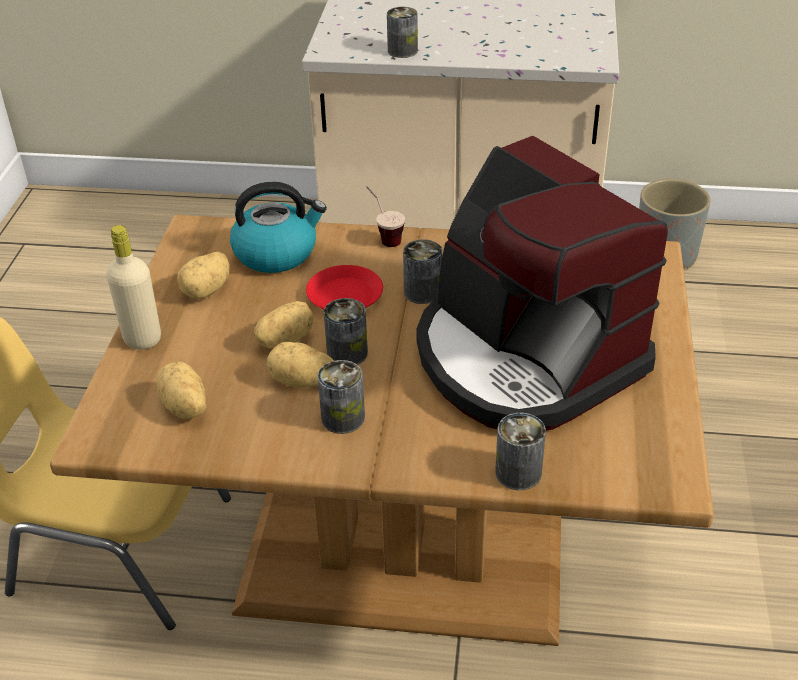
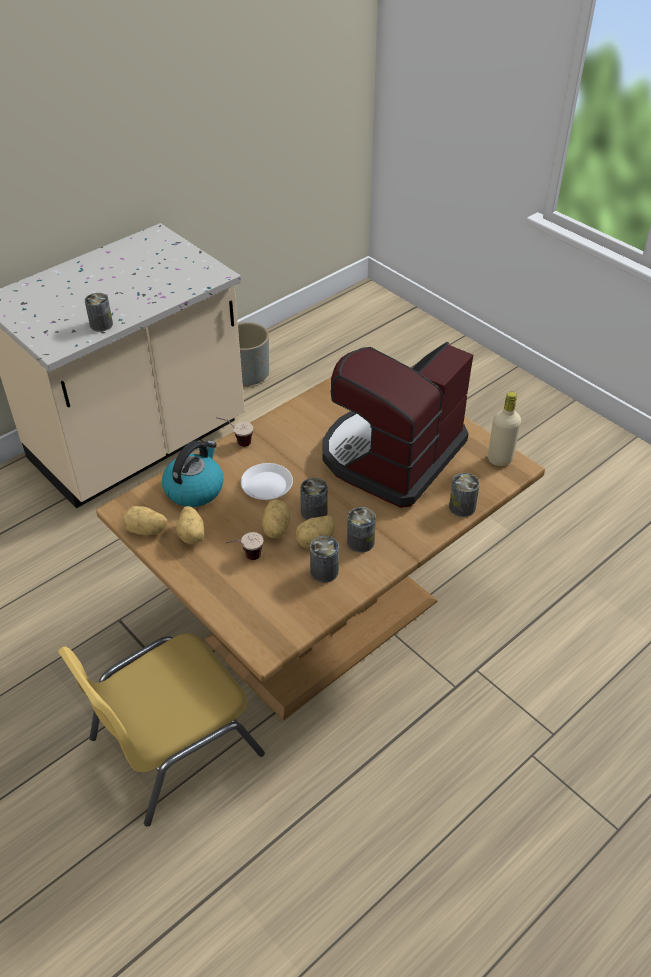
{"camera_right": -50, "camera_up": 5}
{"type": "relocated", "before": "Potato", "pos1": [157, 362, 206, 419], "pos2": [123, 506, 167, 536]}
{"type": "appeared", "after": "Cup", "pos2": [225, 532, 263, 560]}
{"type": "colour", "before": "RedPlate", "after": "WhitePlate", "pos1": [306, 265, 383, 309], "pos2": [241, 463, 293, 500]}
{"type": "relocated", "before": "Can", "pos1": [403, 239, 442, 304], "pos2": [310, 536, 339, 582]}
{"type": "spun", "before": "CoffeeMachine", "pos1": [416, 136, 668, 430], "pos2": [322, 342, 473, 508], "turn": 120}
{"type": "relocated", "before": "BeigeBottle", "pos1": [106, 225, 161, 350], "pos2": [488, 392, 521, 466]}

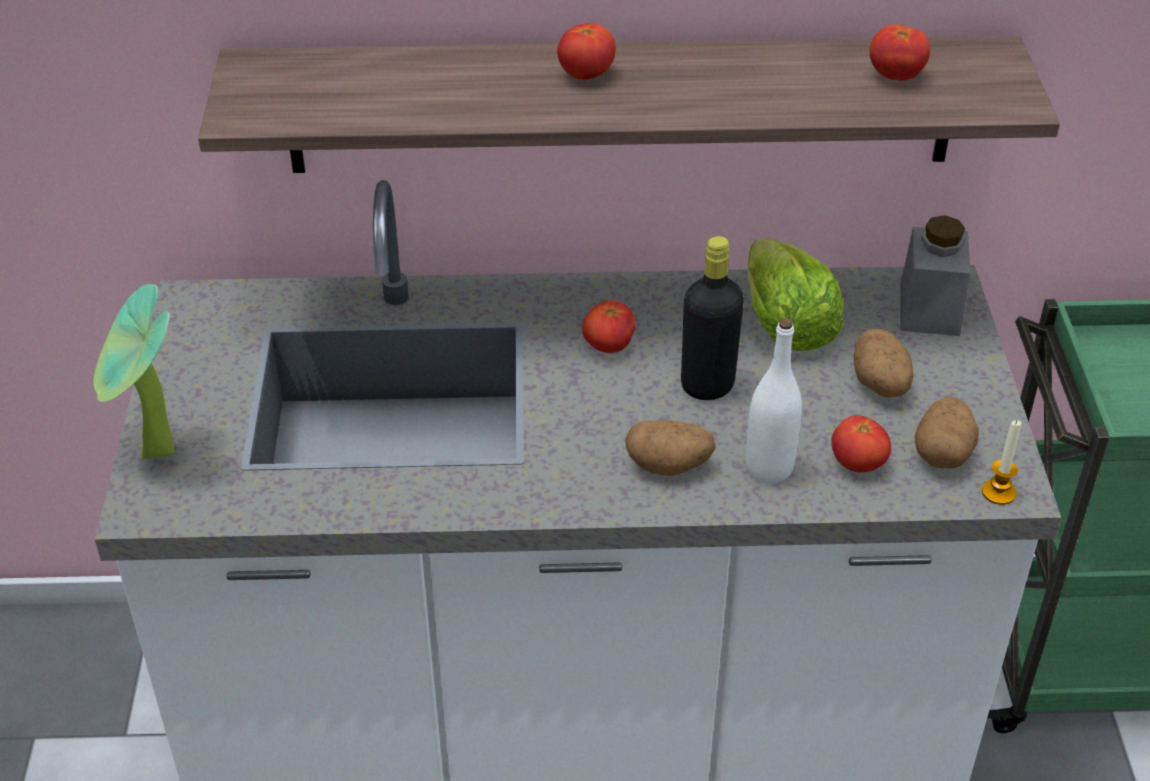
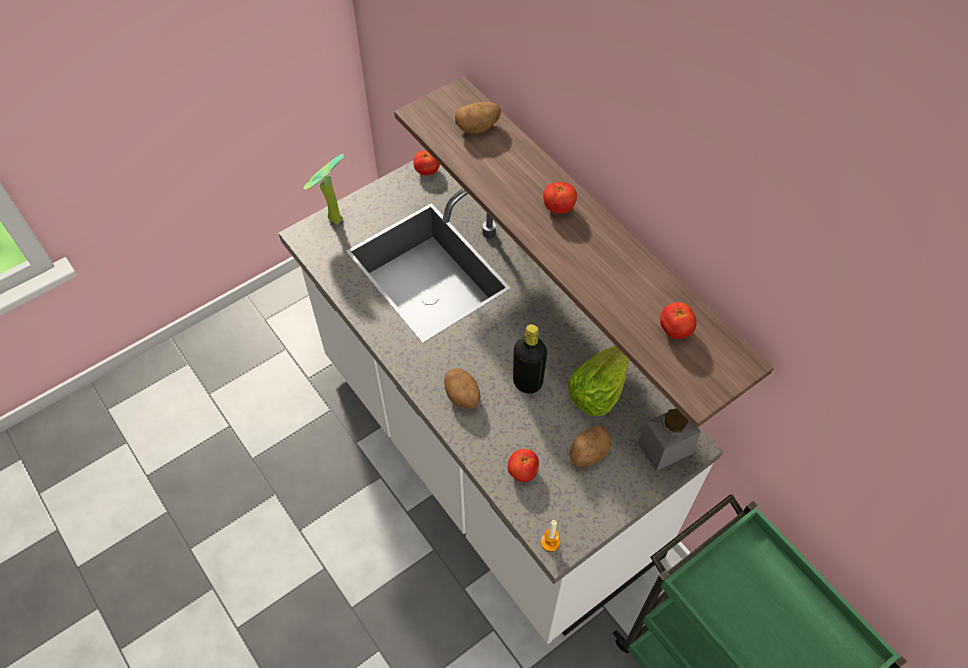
{"camera_right": 55, "camera_up": 15}
{"type": "relocated", "before": "Tomato", "pos1": [582, 300, 635, 353], "pos2": [413, 151, 440, 176]}
{"type": "relocated", "before": "Potato", "pos1": [915, 397, 979, 468], "pos2": [455, 102, 501, 133]}
{"type": "missing", "before": "WhiteBottle", "pos1": [746, 318, 802, 484]}

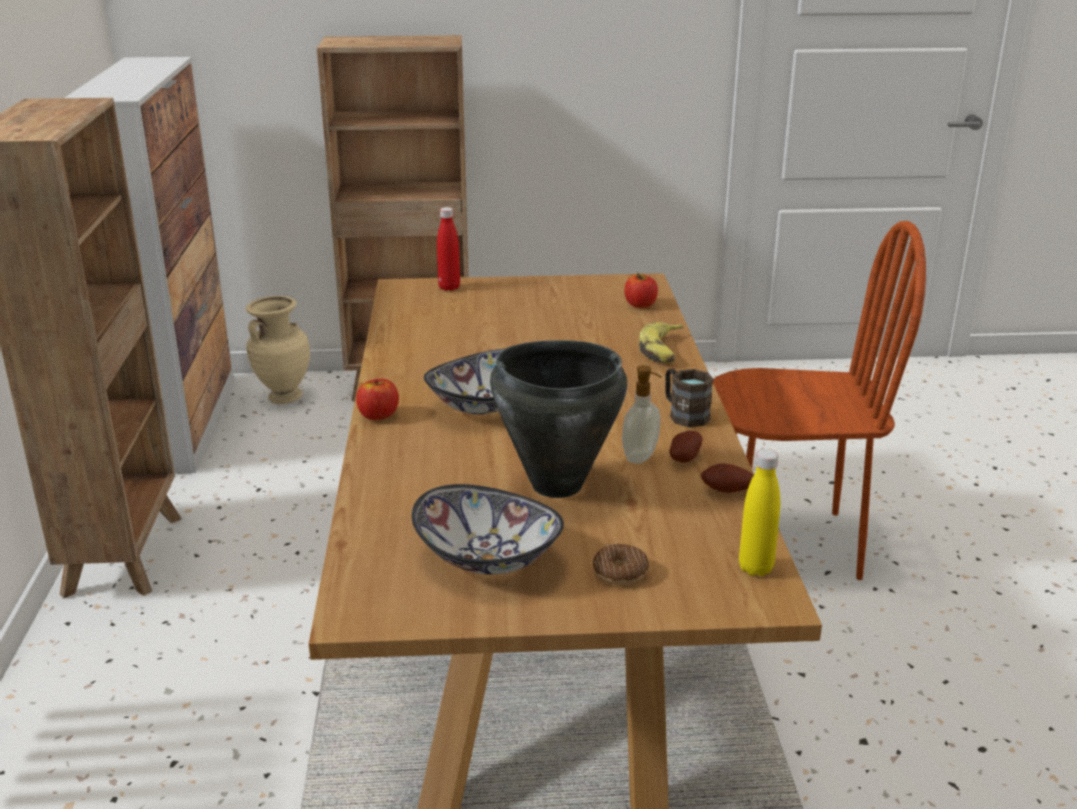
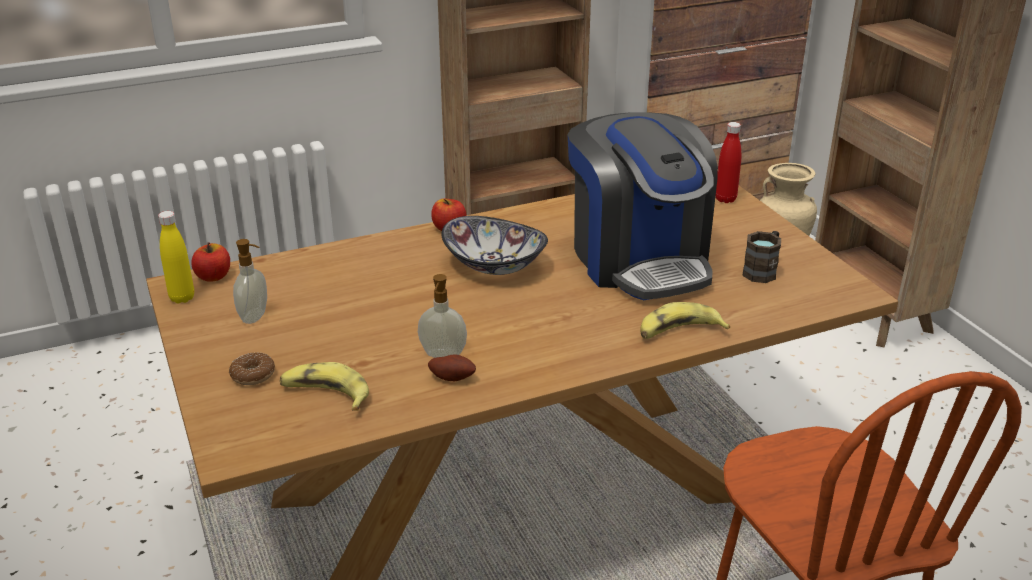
{"camera_right": 70, "camera_up": 5}
{"type": "relocated", "before": "YellowBottle", "pos1": [739, 449, 780, 576], "pos2": [158, 211, 194, 303]}
{"type": "relocated", "before": "Apple", "pos1": [624, 273, 658, 308], "pos2": [191, 243, 230, 282]}
{"type": "exchanged", "before": "Bowl", "after": "SoapDispenser", "pos1": [412, 484, 564, 575], "pos2": [233, 239, 267, 324]}
{"type": "appeared", "after": "Banana", "pos2": [280, 362, 369, 411]}
{"type": "appeared", "after": "CoffeeMachine", "pos2": [567, 112, 718, 300]}
{"type": "relocated", "before": "BrownMug", "pos1": [665, 369, 713, 427], "pos2": [743, 231, 781, 283]}
{"type": "missing", "before": "BlackCookingPot", "pos1": [490, 340, 628, 498]}
{"type": "missing", "before": "Potato", "pos1": [701, 463, 754, 493]}

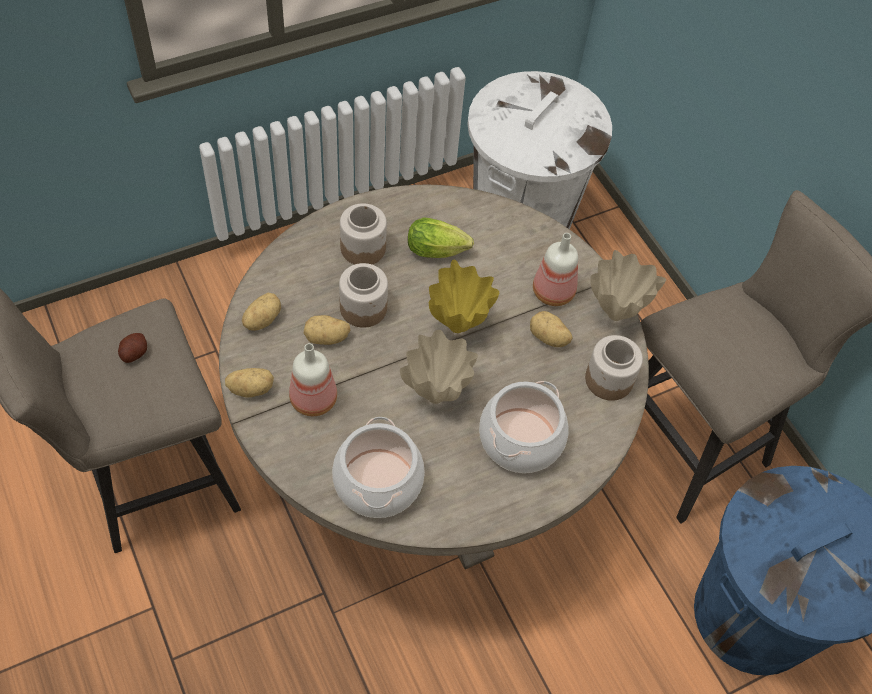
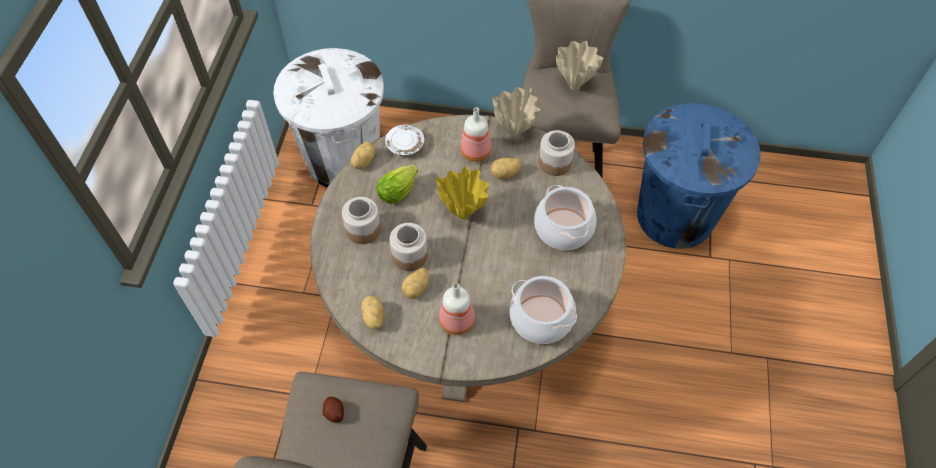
{"camera_right": -50, "camera_up": 0}
{"type": "relocated", "before": "Potato", "pos1": [225, 368, 274, 398], "pos2": [351, 142, 376, 169]}
{"type": "appeared", "after": "WhitePlate", "pos2": [385, 124, 424, 156]}
{"type": "relocated", "before": "BeigeVase", "pos1": [400, 330, 478, 404], "pos2": [556, 41, 603, 90]}

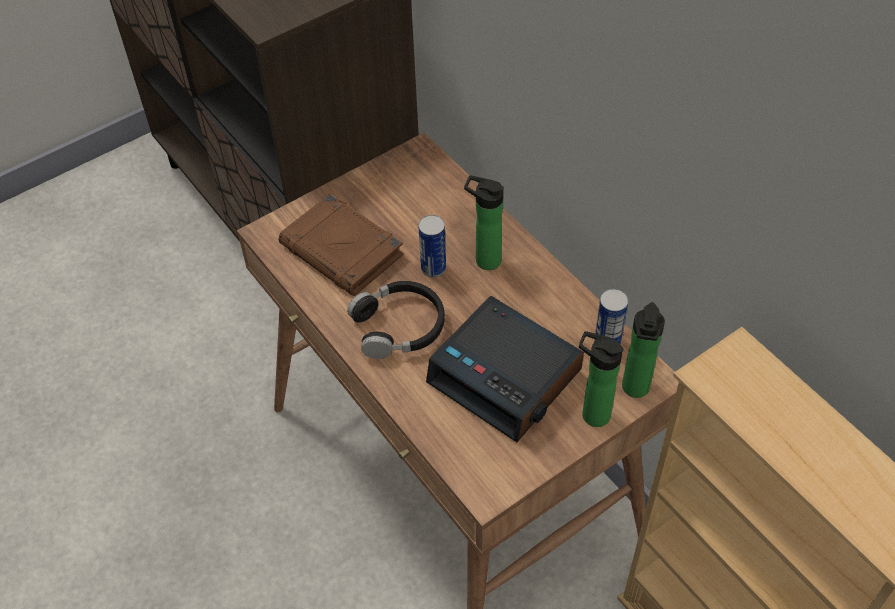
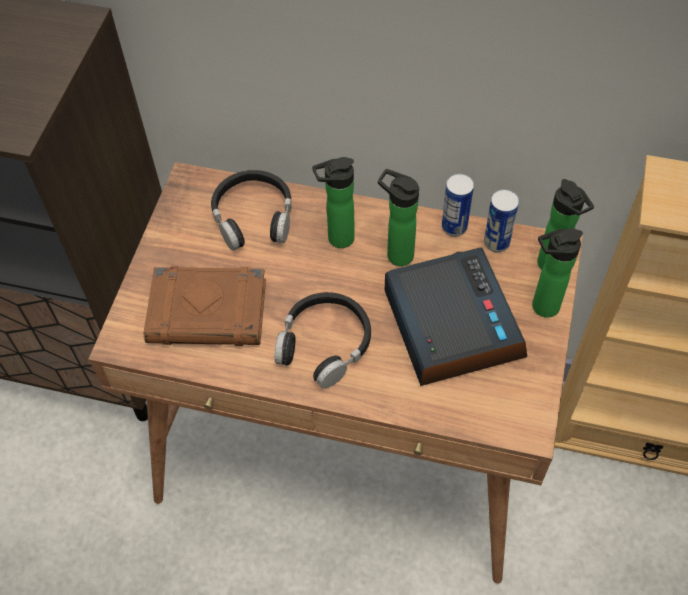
{"camera_right": -40, "camera_up": 5}
{"type": "appeared", "after": "BlackHeadphones", "pos2": [211, 170, 292, 251]}
{"type": "appeared", "after": "Bottle", "pos2": [378, 169, 419, 266]}
{"type": "spun", "before": "AlarmClock", "pos1": [426, 296, 584, 442], "pos2": [385, 247, 527, 386], "turn": -105}
{"type": "relocated", "before": "Can", "pos1": [418, 215, 446, 277], "pos2": [442, 174, 474, 236]}

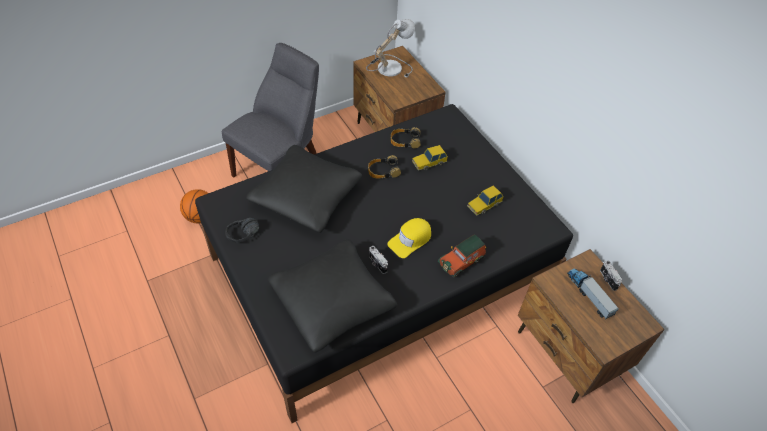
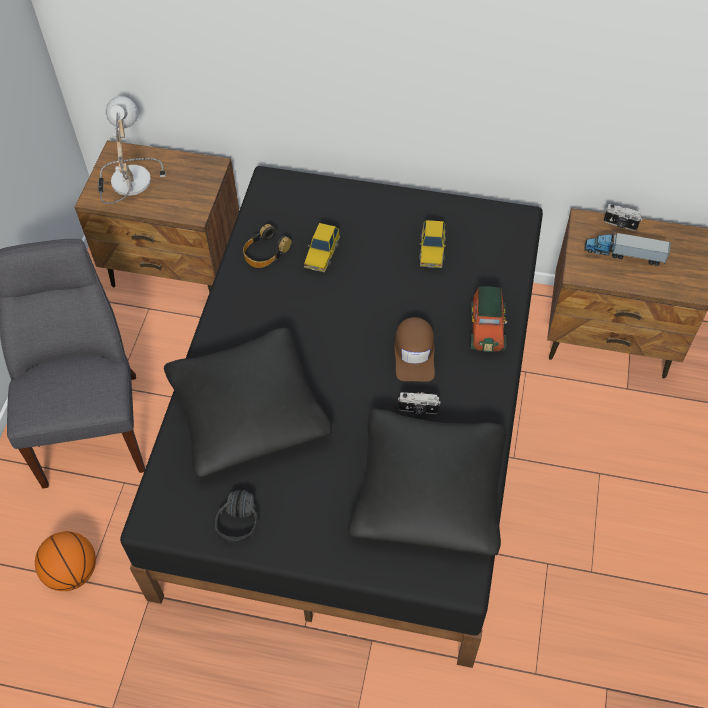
{"camera_right": -45, "camera_up": 5}
{"type": "colour", "before": "YellowCap", "after": "BrownCap", "pos1": [387, 218, 431, 258], "pos2": [394, 317, 435, 382]}
{"type": "missing", "before": "Headphones", "pos1": [368, 155, 401, 178]}

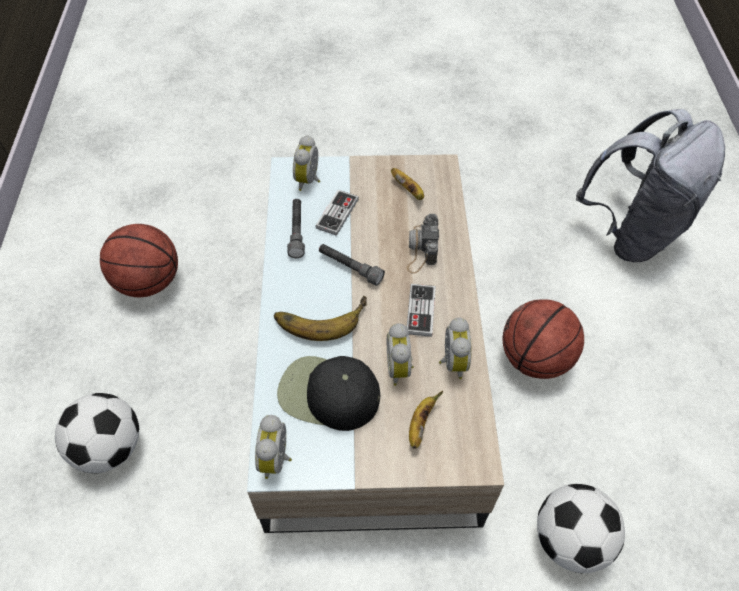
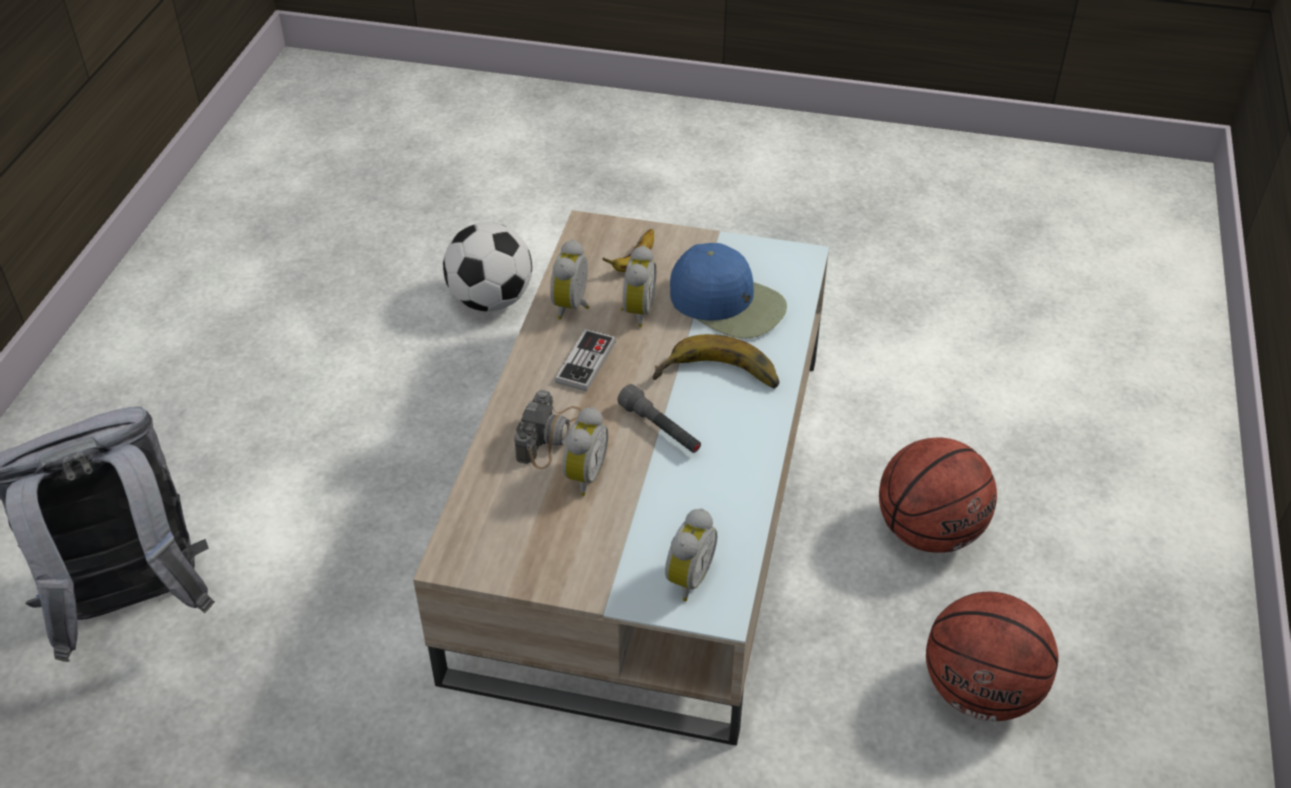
{"camera_right": -165, "camera_up": -10}
{"type": "relocated", "before": "AlarmClock", "pos1": [255, 415, 292, 479], "pos2": [562, 407, 608, 496]}
{"type": "colour", "before": "BlackCap", "after": "BlueCap", "pos1": [277, 356, 380, 431], "pos2": [670, 243, 787, 339]}
{"type": "relocated", "before": "Basketball", "pos1": [503, 299, 584, 379], "pos2": [879, 437, 997, 553]}
{"type": "missing", "before": "Football", "pos1": [55, 393, 139, 473]}
{"type": "missing", "before": "GreyFlashlight", "pos1": [287, 199, 305, 258]}
{"type": "missing", "before": "GameController", "pos1": [315, 190, 359, 236]}
{"type": "missing", "before": "Banana", "pos1": [391, 168, 424, 200]}

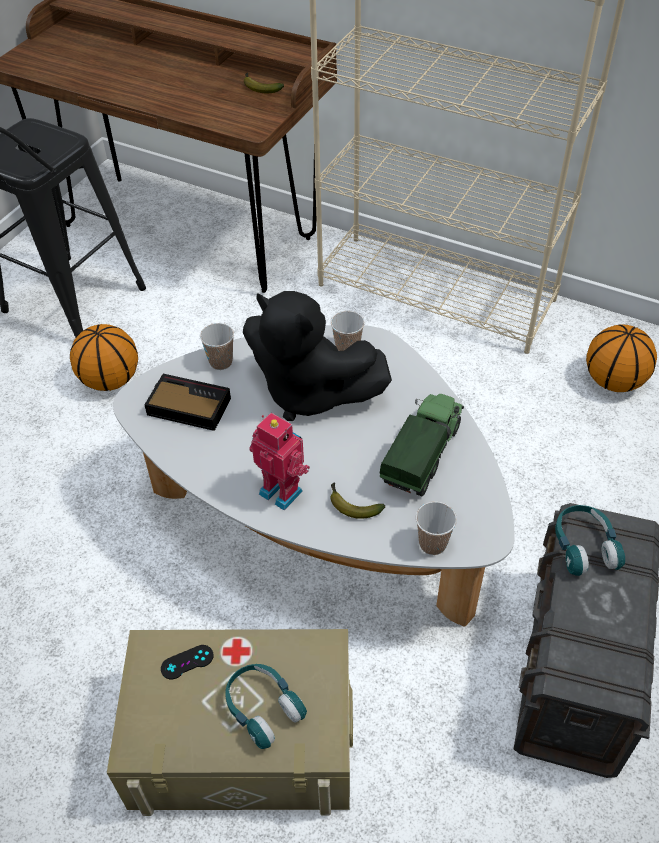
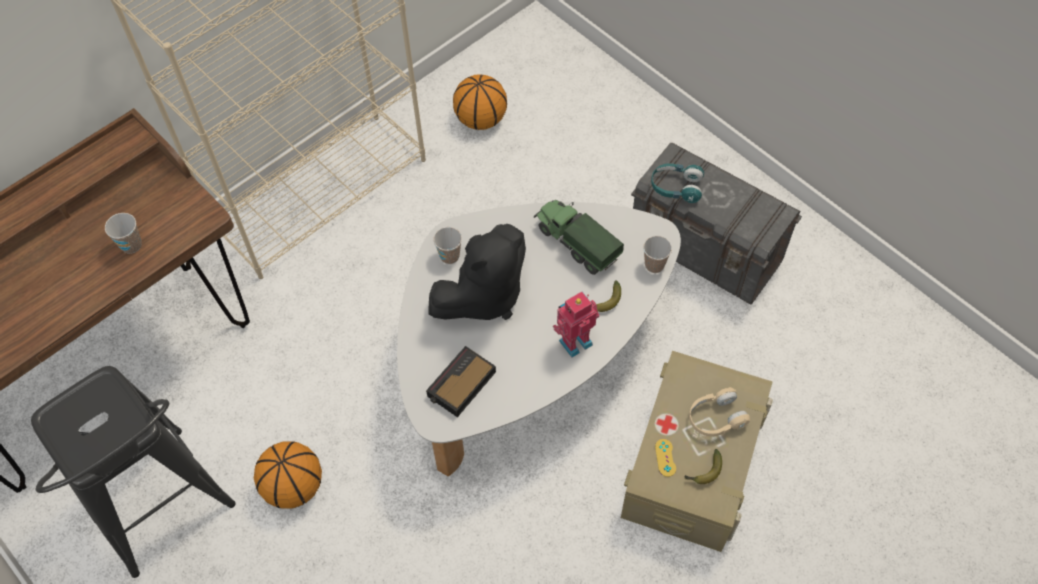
{"camera_right": -70, "camera_up": 10}
{"type": "relocated", "before": "Cup", "pos1": [200, 323, 234, 370], "pos2": [105, 213, 142, 254]}
{"type": "colour", "before": "BlackGameController", "after": "YellowGameController", "pos1": [161, 645, 214, 679], "pos2": [655, 439, 676, 477]}
{"type": "relocated", "before": "Banana", "pos1": [244, 73, 284, 93], "pos2": [685, 449, 722, 484]}
{"type": "colour", "before": "TurquoiseHeadphones", "after": "BeigeHeadphones", "pos1": [225, 664, 307, 749], "pos2": [689, 387, 750, 437]}

